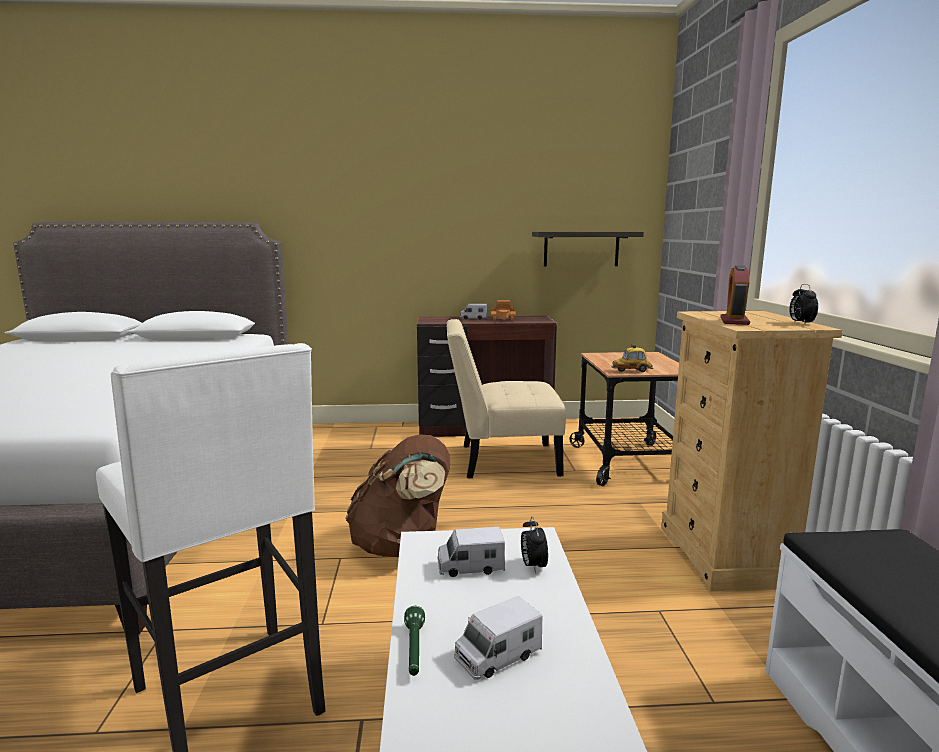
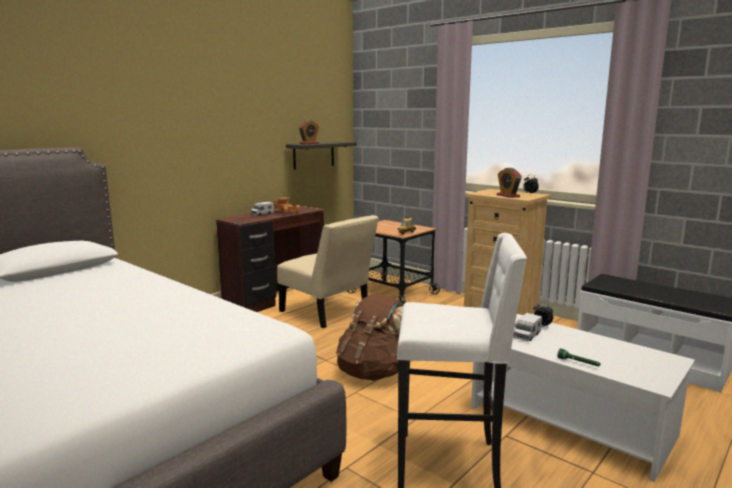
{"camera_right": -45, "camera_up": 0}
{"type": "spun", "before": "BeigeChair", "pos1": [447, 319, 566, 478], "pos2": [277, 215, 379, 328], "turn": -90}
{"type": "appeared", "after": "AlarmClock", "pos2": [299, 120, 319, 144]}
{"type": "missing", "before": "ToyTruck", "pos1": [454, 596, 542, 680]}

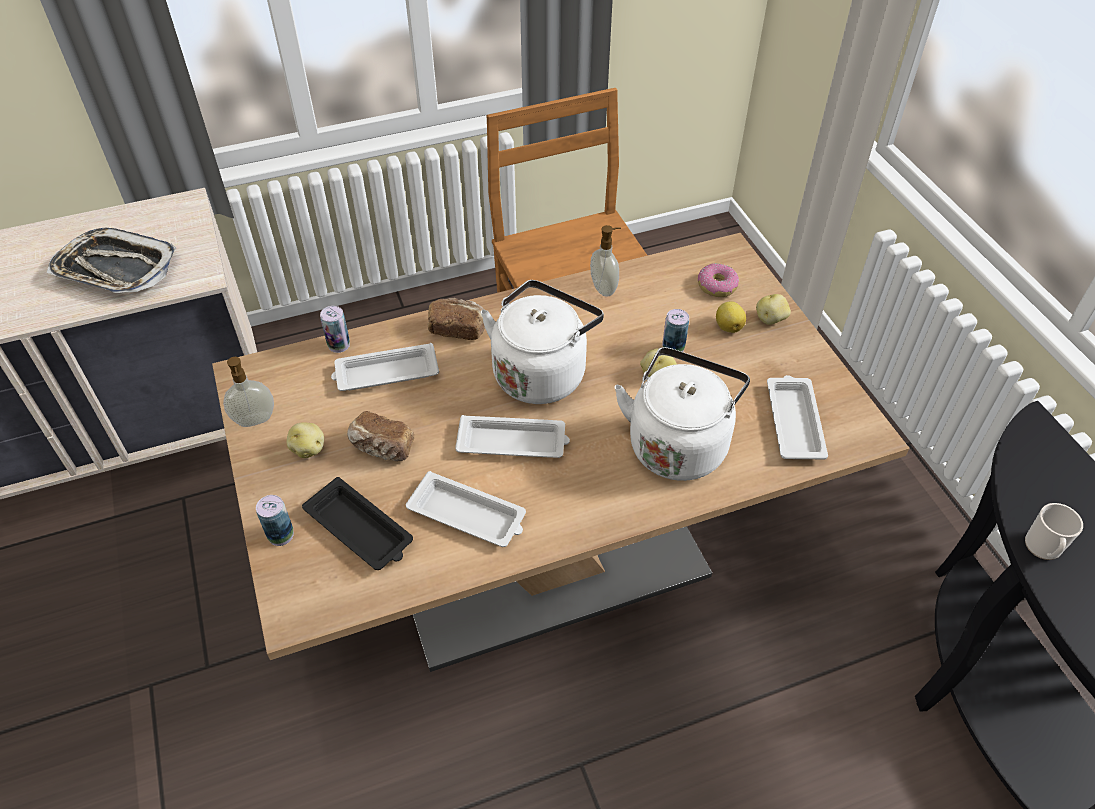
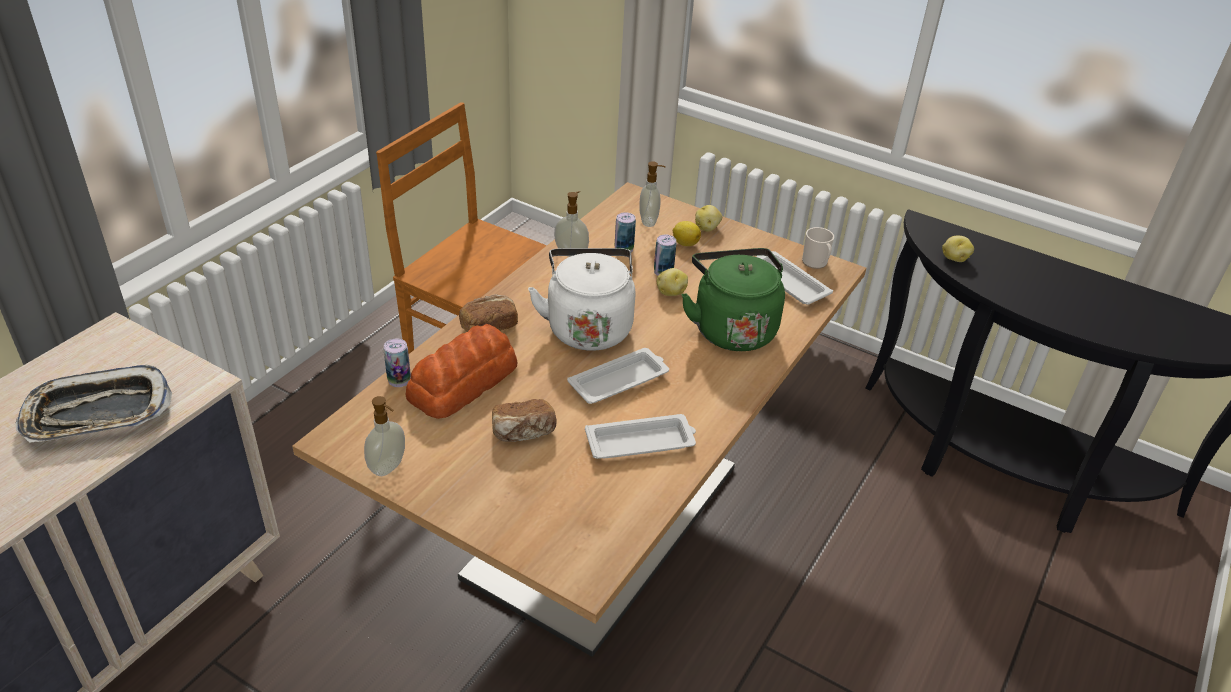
{"camera_right": -40, "camera_up": -10}
{"type": "exchanged", "before": "WhiteTray", "after": "Bread", "pos1": [331, 343, 439, 391], "pos2": [405, 324, 517, 419]}
{"type": "relocated", "before": "Can", "pos1": [256, 495, 294, 546], "pos2": [615, 212, 636, 252]}
{"type": "exchanged", "before": "Donut", "after": "SoapDispenser", "pos1": [698, 263, 739, 297], "pos2": [640, 161, 666, 227]}
{"type": "colour", "before": "WhiteKettle", "after": "GreenKettle", "pos1": [614, 347, 750, 481], "pos2": [681, 248, 785, 351]}
{"type": "relocated", "before": "Mug", "pos1": [1025, 503, 1083, 560], "pos2": [802, 227, 834, 269]}
{"type": "relocated", "before": "Potato", "pos1": [287, 422, 324, 458], "pos2": [942, 235, 974, 262]}
{"type": "missing", "before": "BlackTray", "pos1": [302, 477, 413, 570]}

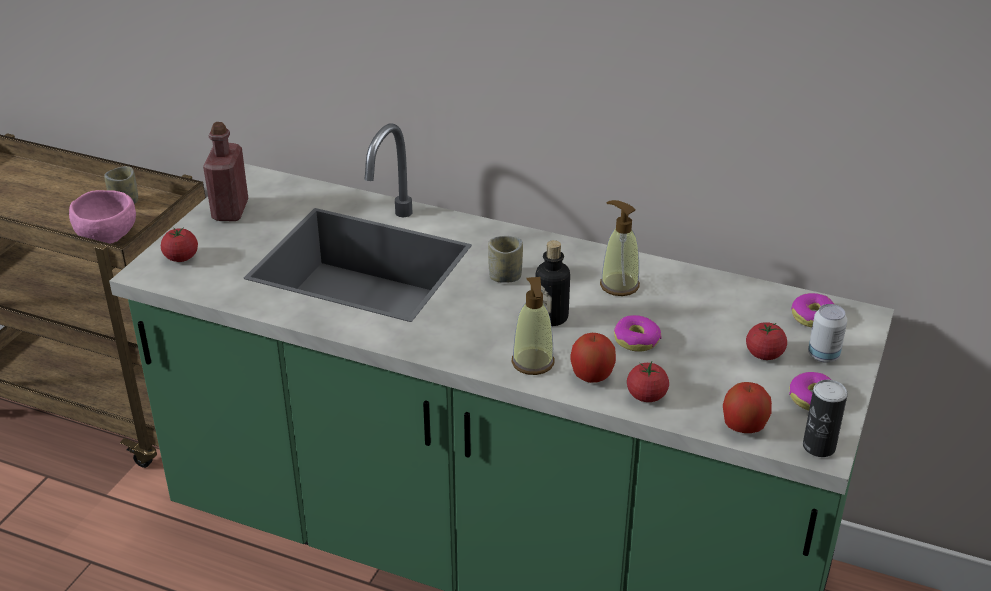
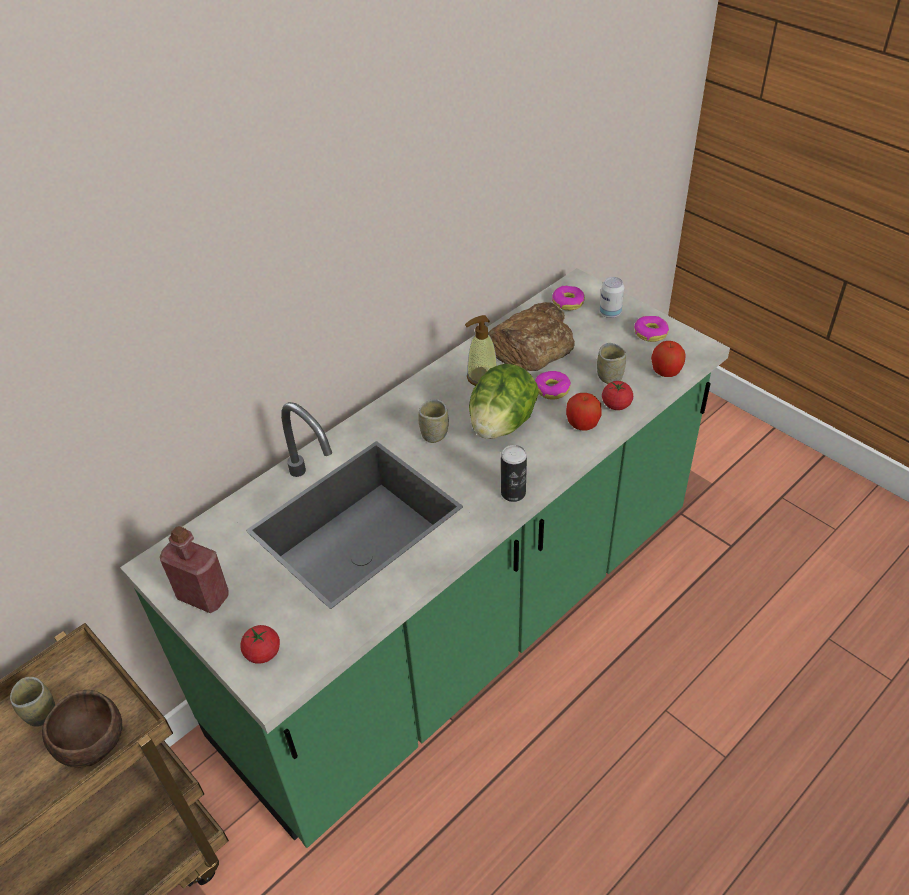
{"camera_right": -65, "camera_up": 10}
{"type": "colour", "before": "PinkBowl", "after": "BrownBowl", "pos1": [69, 190, 136, 244], "pos2": [42, 690, 122, 768]}
{"type": "exchanged", "before": "Bottle", "after": "Lettuce", "pos1": [535, 240, 570, 326], "pos2": [469, 364, 539, 439]}
{"type": "appeared", "after": "Bread", "pos2": [488, 302, 575, 371]}
{"type": "relocated", "before": "Can", "pos1": [803, 380, 848, 457], "pos2": [501, 445, 527, 502]}
{"type": "appeared", "after": "Cup", "pos2": [597, 343, 626, 384]}
{"type": "missing", "before": "SoapDispenser", "pos1": [512, 277, 555, 375]}
{"type": "missing", "before": "Tomato", "pos1": [746, 322, 787, 360]}

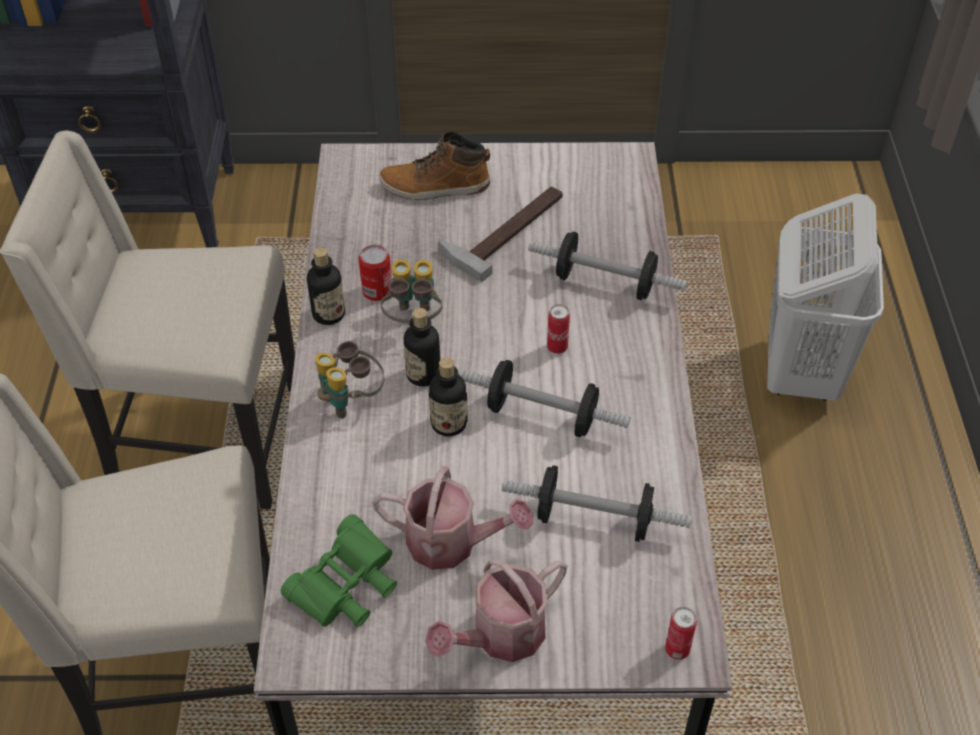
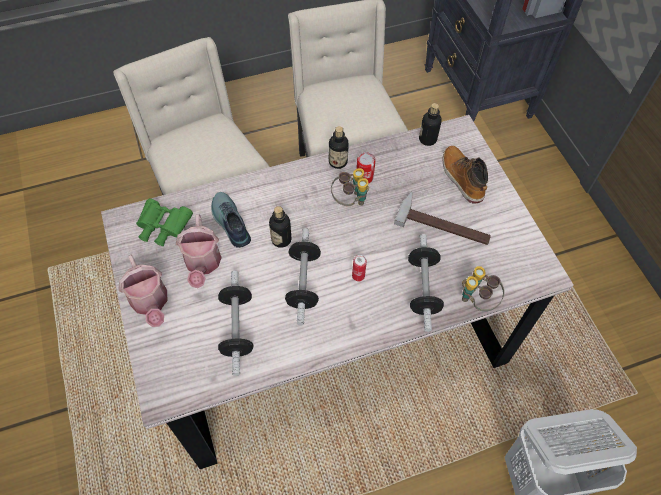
{"camera_right": 70, "camera_up": 10}
{"type": "spun", "before": "WateringCan", "pos1": [425, 558, 567, 662], "pos2": [119, 255, 168, 327], "turn": -150}
{"type": "appeared", "after": "Shoe", "pos2": [211, 192, 251, 248]}
{"type": "relocated", "before": "Bottle", "pos1": [404, 308, 440, 387], "pos2": [419, 103, 442, 146]}
{"type": "relocated", "before": "Binoculars", "pos1": [315, 341, 384, 418], "pos2": [462, 266, 505, 311]}
{"type": "missing", "before": "Can", "pos1": [665, 607, 697, 660]}

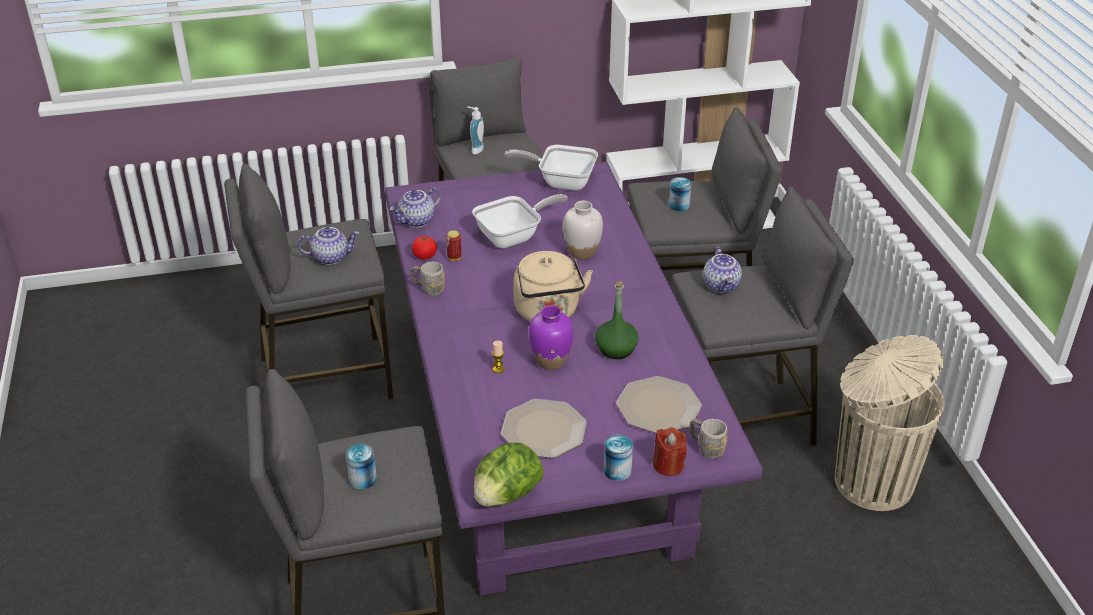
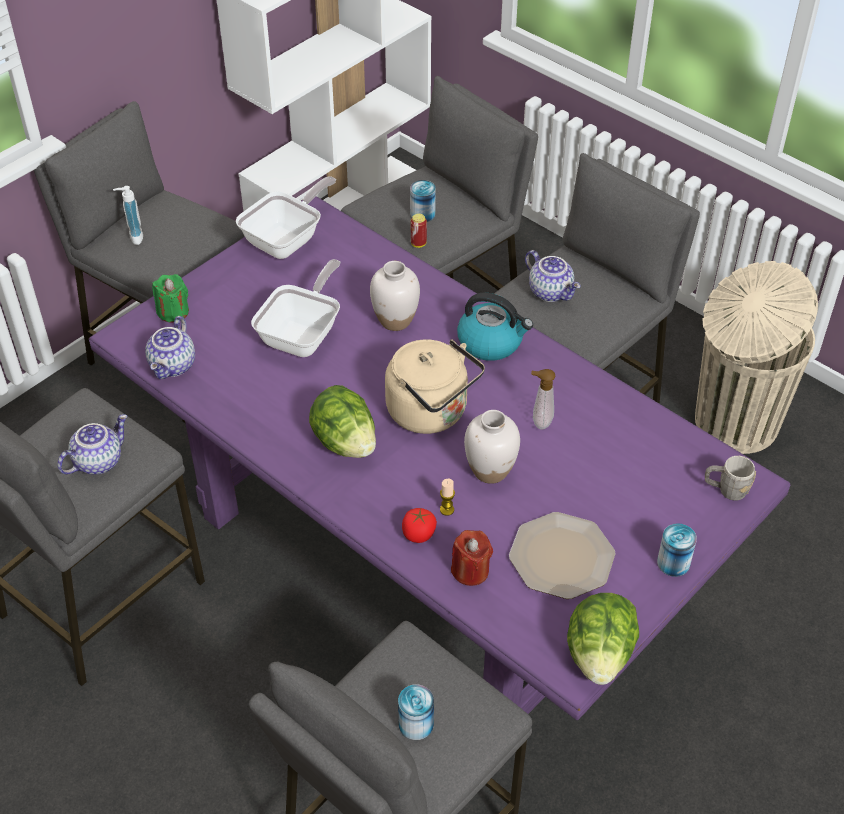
{"camera_right": -35, "camera_up": 10}
{"type": "appeared", "after": "GreenCandle", "pos2": [152, 274, 189, 323]}
{"type": "spun", "before": "FryingPan", "pos1": [504, 145, 598, 191], "pos2": [236, 176, 336, 259], "turn": 150}
{"type": "appeared", "after": "Lettuce", "pos2": [309, 385, 376, 458]}
{"type": "relocated", "before": "Tomato", "pos1": [412, 236, 437, 260], "pos2": [402, 508, 437, 543]}
{"type": "relocated", "before": "Can", "pos1": [446, 230, 461, 261], "pos2": [411, 214, 427, 248]}
{"type": "relocated", "before": "RedCandle", "pos1": [653, 427, 687, 476], "pos2": [451, 530, 493, 586]}
{"type": "appeared", "after": "Kettle", "pos2": [457, 293, 533, 361]}
{"type": "colour", "before": "PurpleVase", "after": "WhiteVase", "pos1": [529, 306, 574, 370], "pos2": [464, 410, 520, 484]}
{"type": "exchanged", "before": "GreenBottle", "after": "SoapDispenser", "pos1": [595, 281, 639, 359], "pos2": [531, 369, 555, 429]}
{"type": "missing", "before": "GreyMug", "pos1": [410, 262, 445, 296]}
{"type": "missing", "before": "Plate", "pos1": [616, 376, 702, 433]}

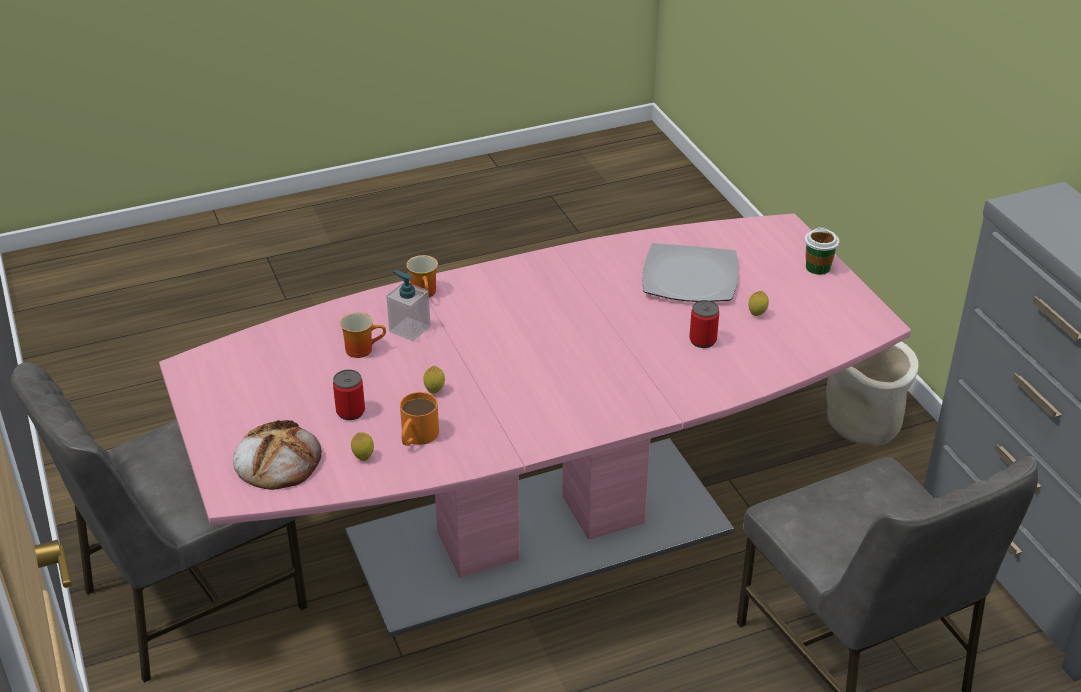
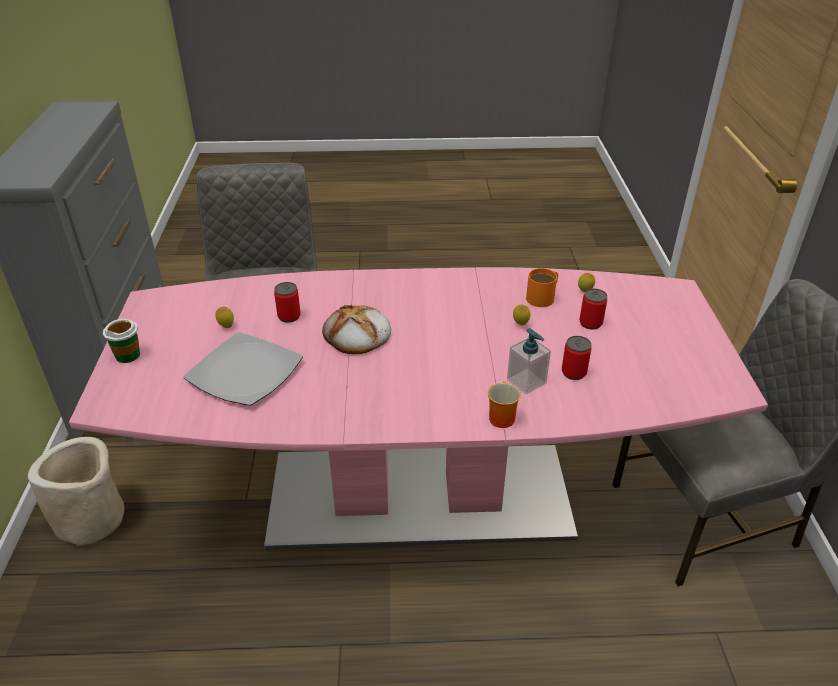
{"camera_right": -160, "camera_up": 0}
{"type": "relocated", "before": "Bread", "pos1": [233, 420, 322, 490], "pos2": [322, 305, 391, 355]}
{"type": "exchanged", "before": "Mug", "after": "Can", "pos1": [340, 312, 386, 358], "pos2": [562, 336, 592, 380]}

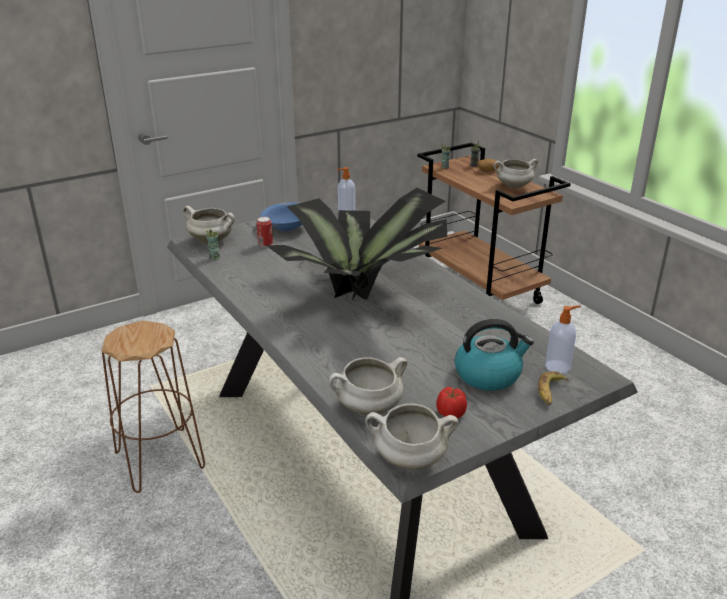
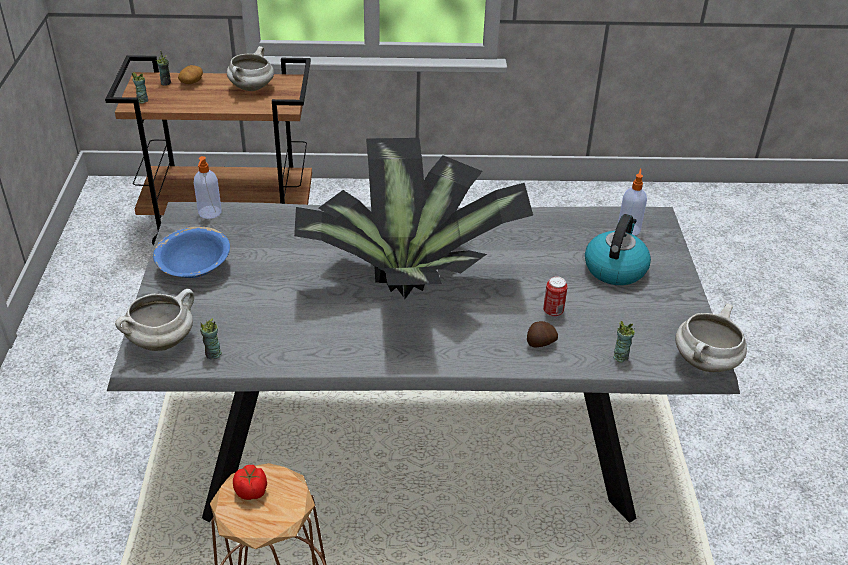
{"camera_right": -60, "camera_up": 10}
{"type": "relocated", "before": "Tomato", "pos1": [436, 387, 467, 418], "pos2": [233, 465, 267, 500]}
{"type": "appeared", "after": "Potato", "pos2": [527, 321, 558, 347]}
{"type": "relocated", "before": "Can", "pos1": [256, 217, 273, 247], "pos2": [543, 276, 568, 317]}
{"type": "exchanged", "before": "WhiteCookingPot", "after": "Cup", "pos1": [329, 357, 407, 415], "pos2": [613, 321, 635, 363]}
{"type": "missing", "before": "Banana", "pos1": [538, 371, 570, 406]}

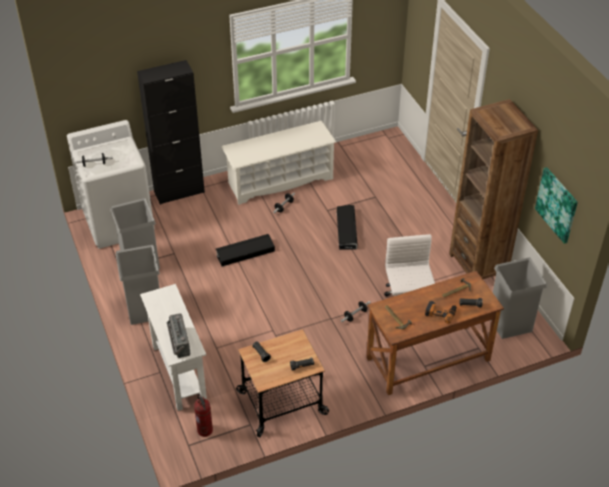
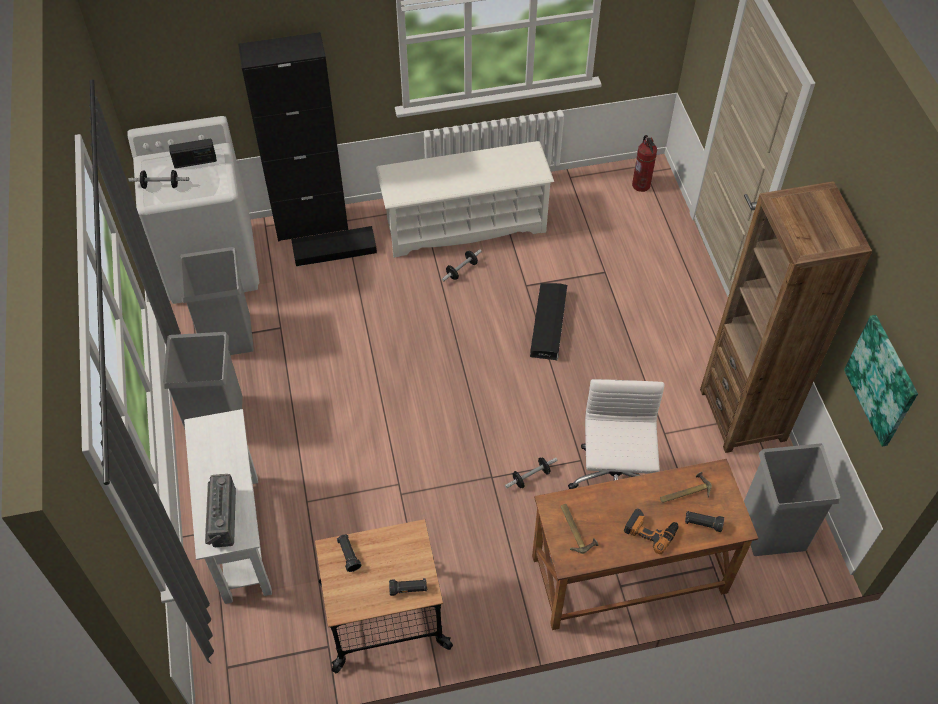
{"camera_right": 10, "camera_up": 10}
{"type": "appeared", "after": "Radio", "pos2": [169, 138, 217, 168]}
{"type": "relocated", "before": "BlackStorageBox", "pos1": [216, 234, 275, 267], "pos2": [291, 226, 377, 267]}
{"type": "relocated", "before": "FireExtinguisher", "pos1": [194, 394, 213, 437], "pos2": [632, 135, 657, 192]}

